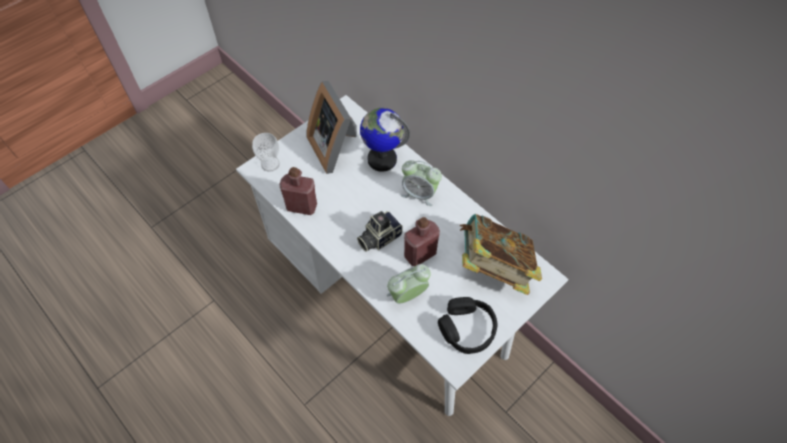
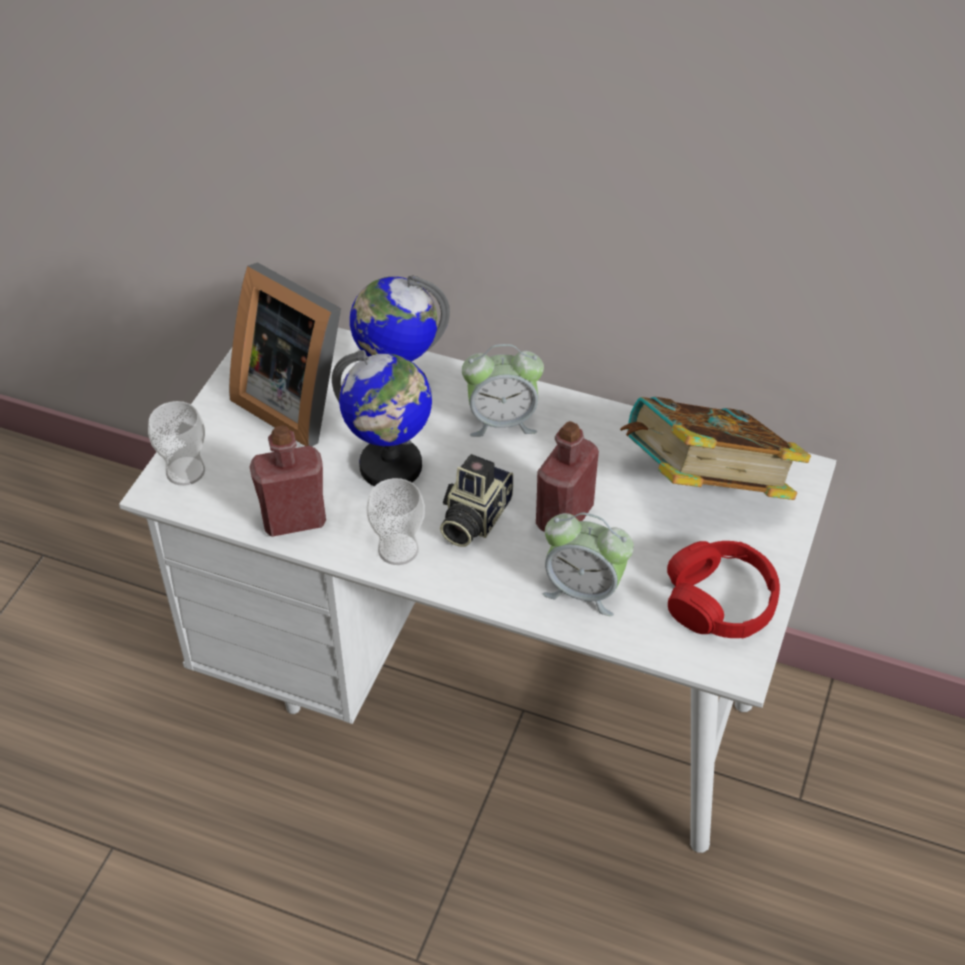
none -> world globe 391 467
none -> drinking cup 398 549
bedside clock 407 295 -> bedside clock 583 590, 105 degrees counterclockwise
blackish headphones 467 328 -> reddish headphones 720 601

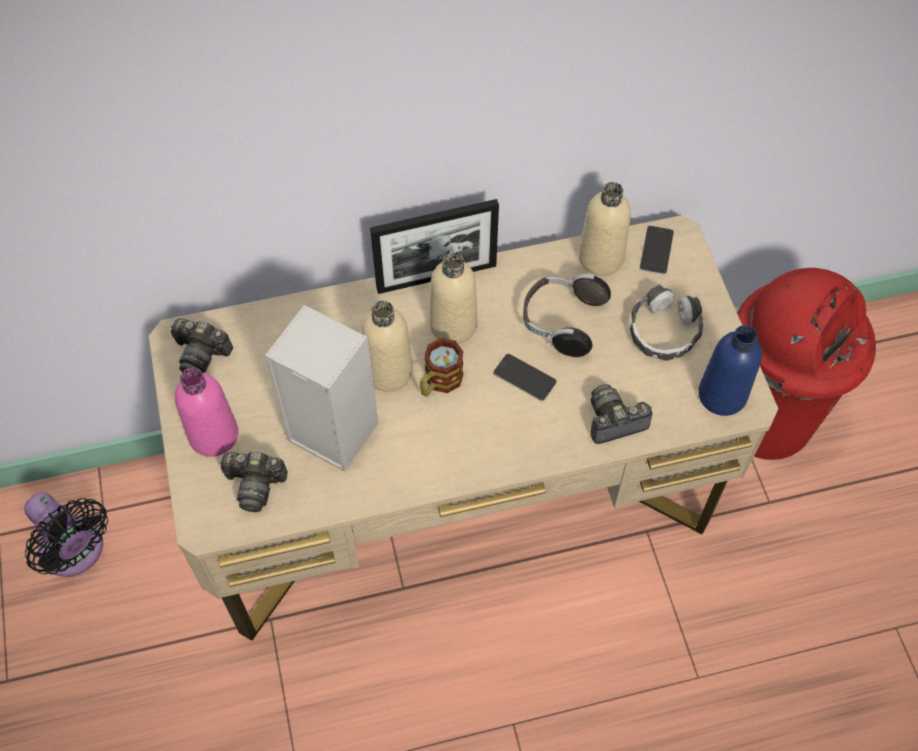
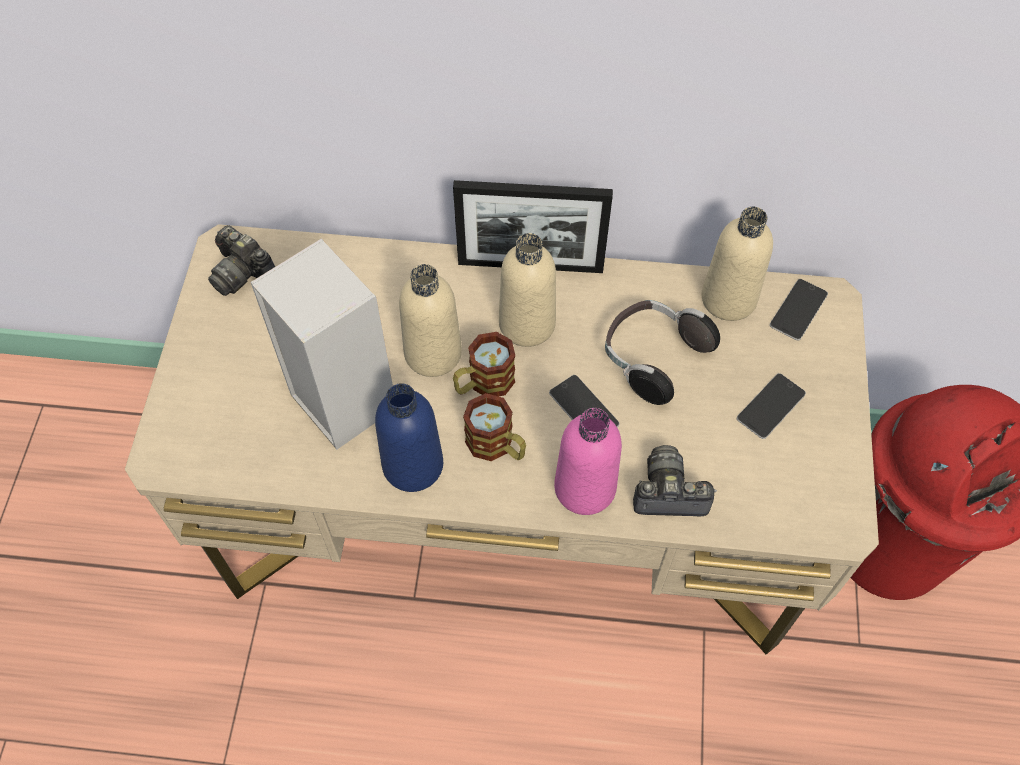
bluish drink bottle 722 395 -> bluish drink bottle 413 465, relocated
none -> tea mug 497 446
pink drink bottle 213 435 -> pink drink bottle 585 487, relocated
headphones 664 331 -> telephone 771 406
blackish electric fan 76 552 -> none
photo camera 255 485 -> none

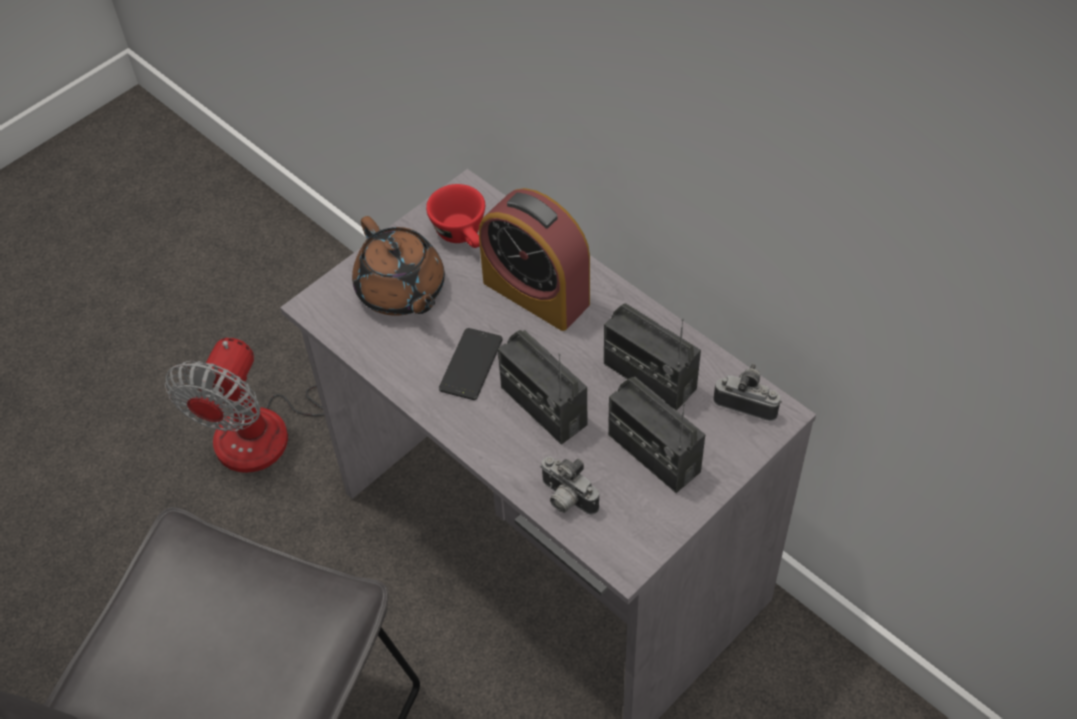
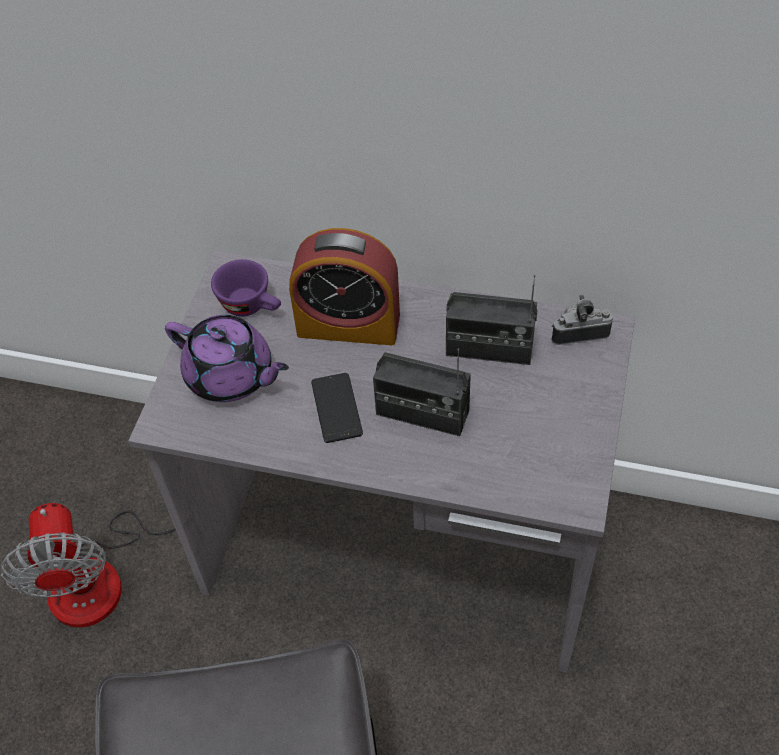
brown teapot 401 291 -> purple teapot 231 376
reddish drinking cup 463 235 -> purple drinking cup 252 306
photo camera 565 499 -> none
radio set 653 453 -> none

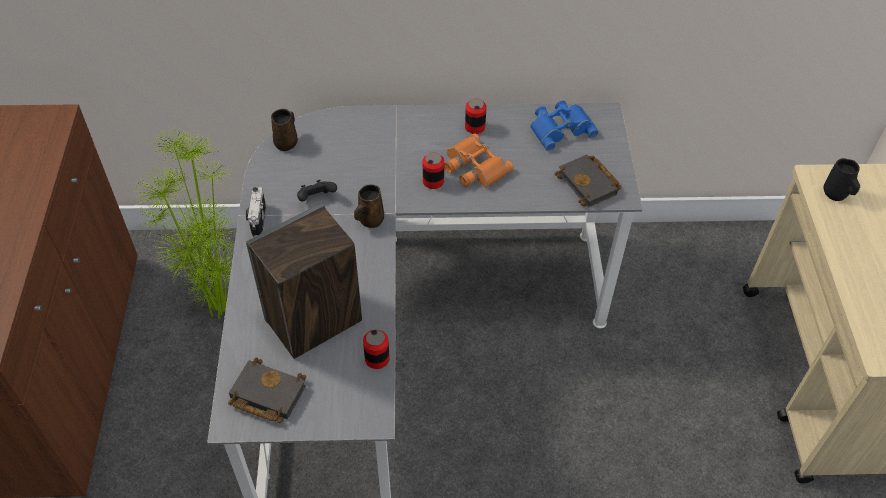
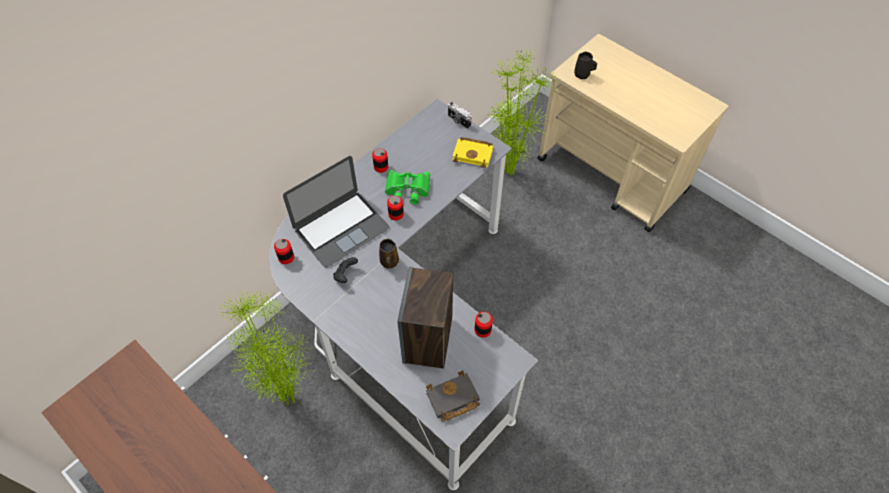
brown tea mug 286 142 -> metal can 286 257
none -> portable computer 341 228
orange field glasses 473 167 -> green-coloured field glasses 407 190
photo camera 257 220 -> photo camera 458 121, relocated
blackish bound book 590 184 -> yellowish bound book 474 154
none -> houseplant 509 173
bluish field glasses 560 128 -> none

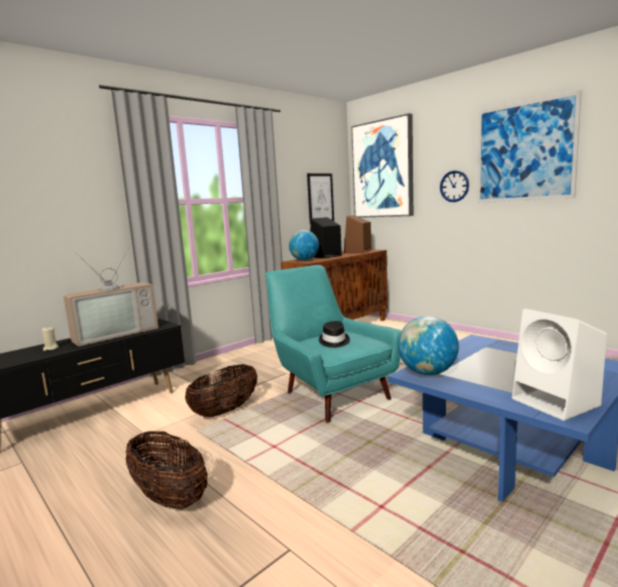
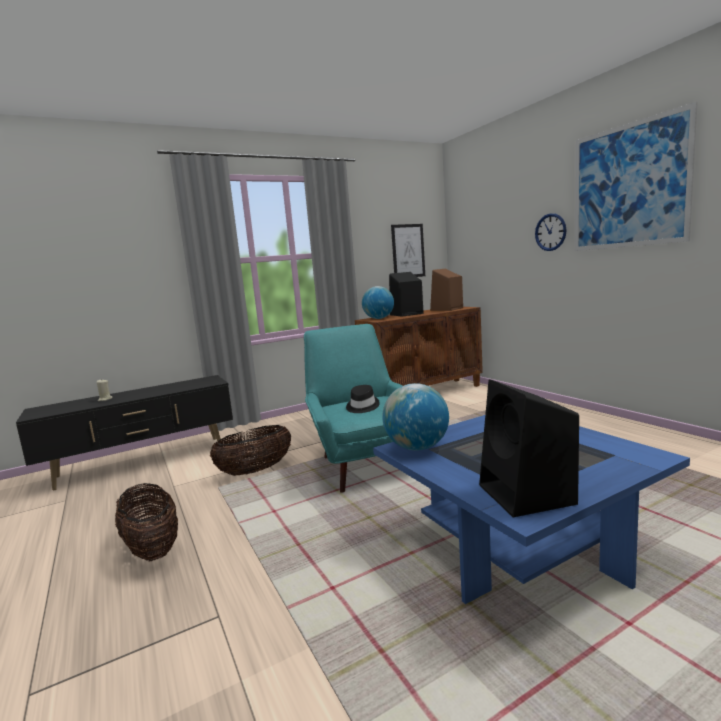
whitish loudspeaker 557 403 -> blackish loudspeaker 528 495
TV set 115 333 -> none
wall picture 383 169 -> none

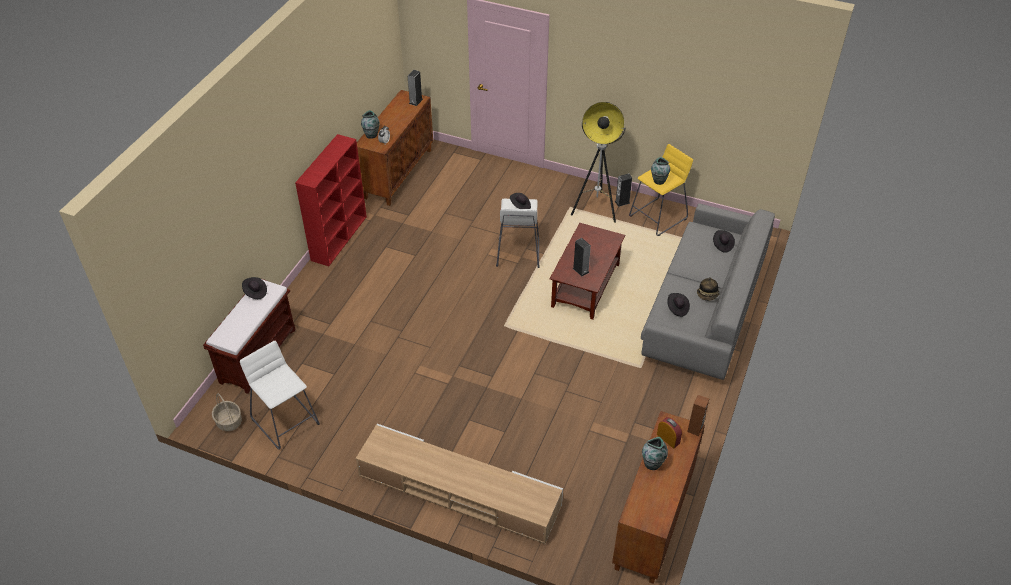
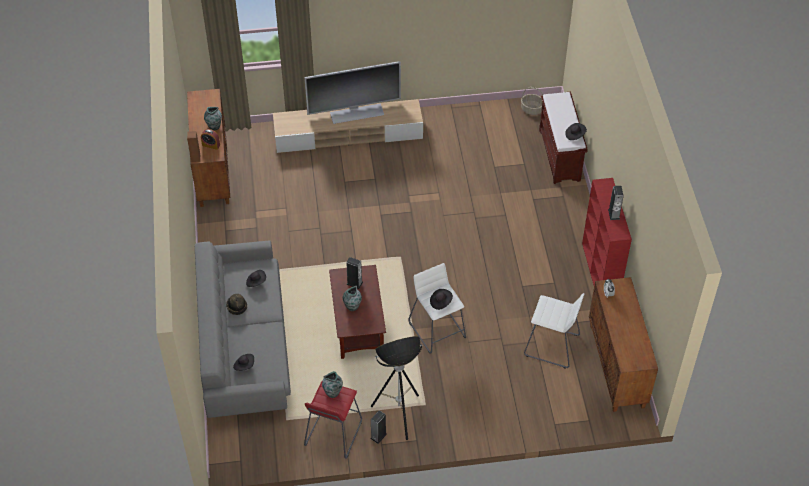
yellowish stool 658 217 -> reddish stool 333 433
none -> TV set 356 113
decorative vase 371 135 -> decorative vase 352 307, relocated
whitish stool 286 421 -> whitish stool 552 346, relocated
loudspeaker 416 101 -> loudspeaker 614 214, relocated

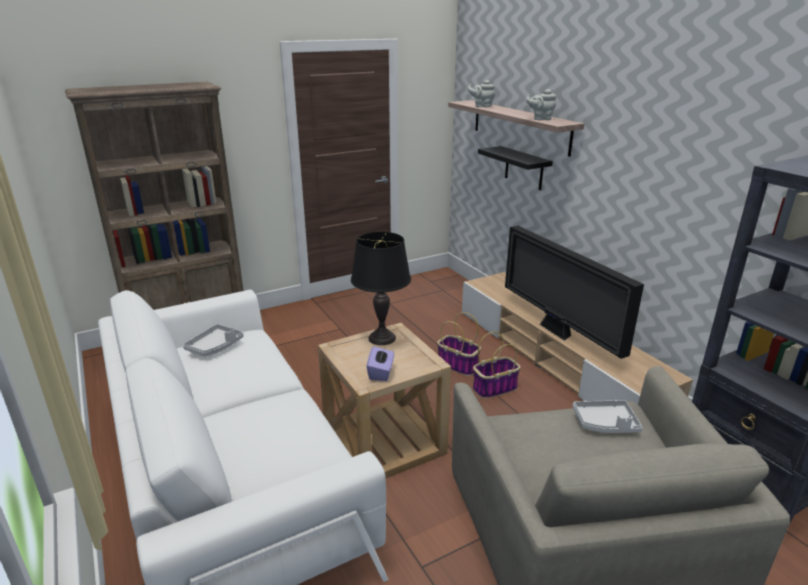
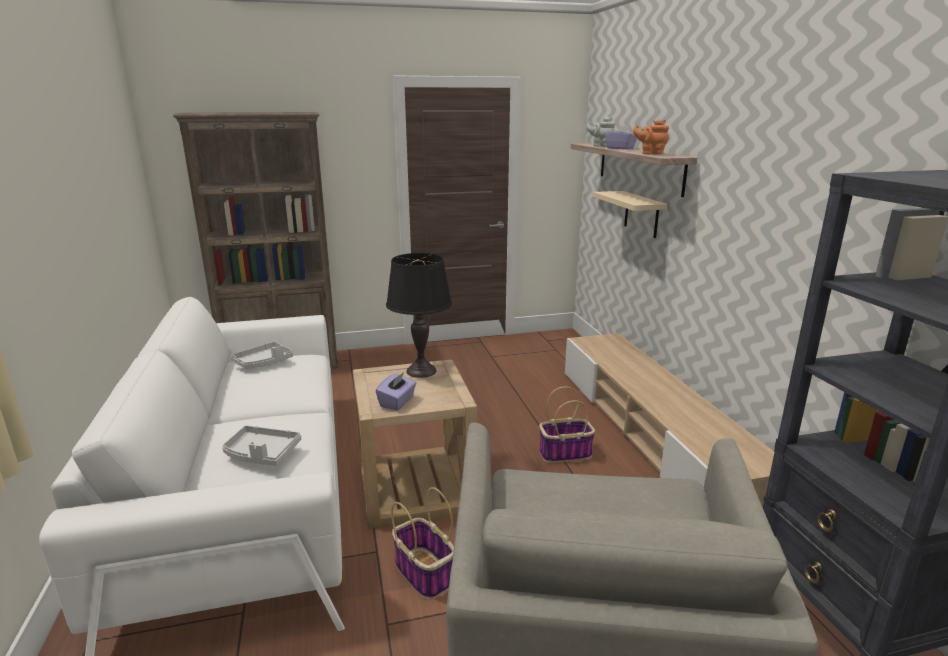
grey tray 605 423 -> grey tray 262 454, relocated
storage basket 458 365 -> storage basket 425 573, relocated
blackish shelf 524 168 -> beige shelf 641 214
none -> purple box of tissues 620 148
grey teapot 540 119 -> orange teapot 650 153
TV set 557 332 -> none

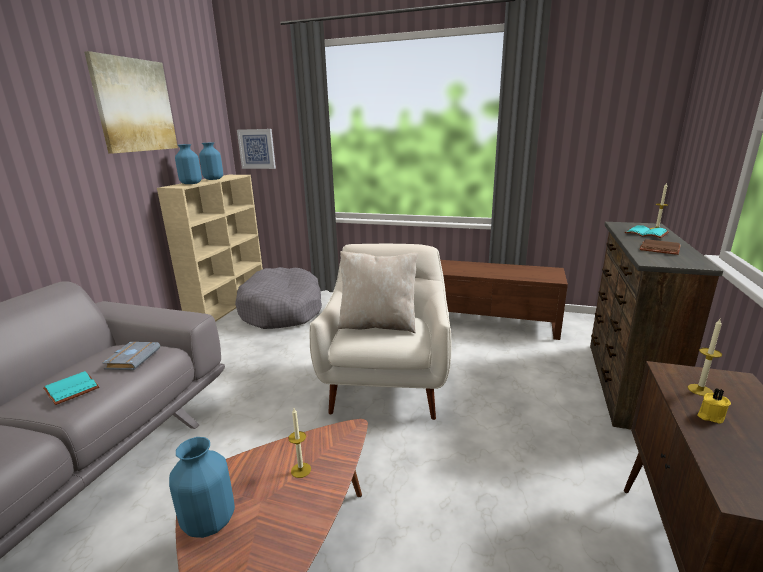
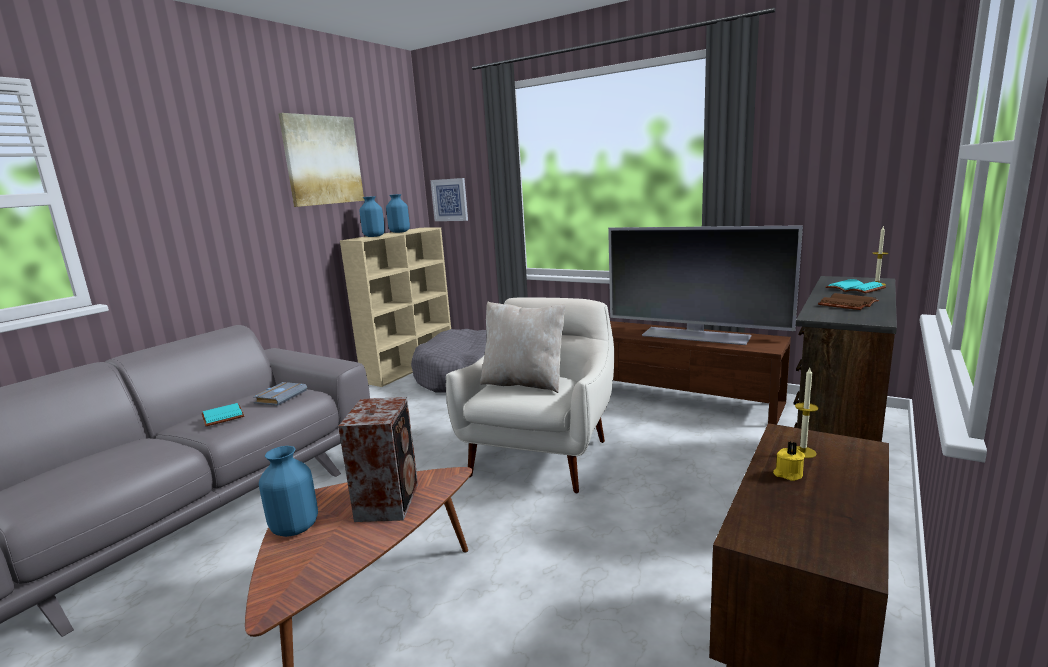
wax candle 301 470 -> loudspeaker 389 501
none -> TV set 695 335

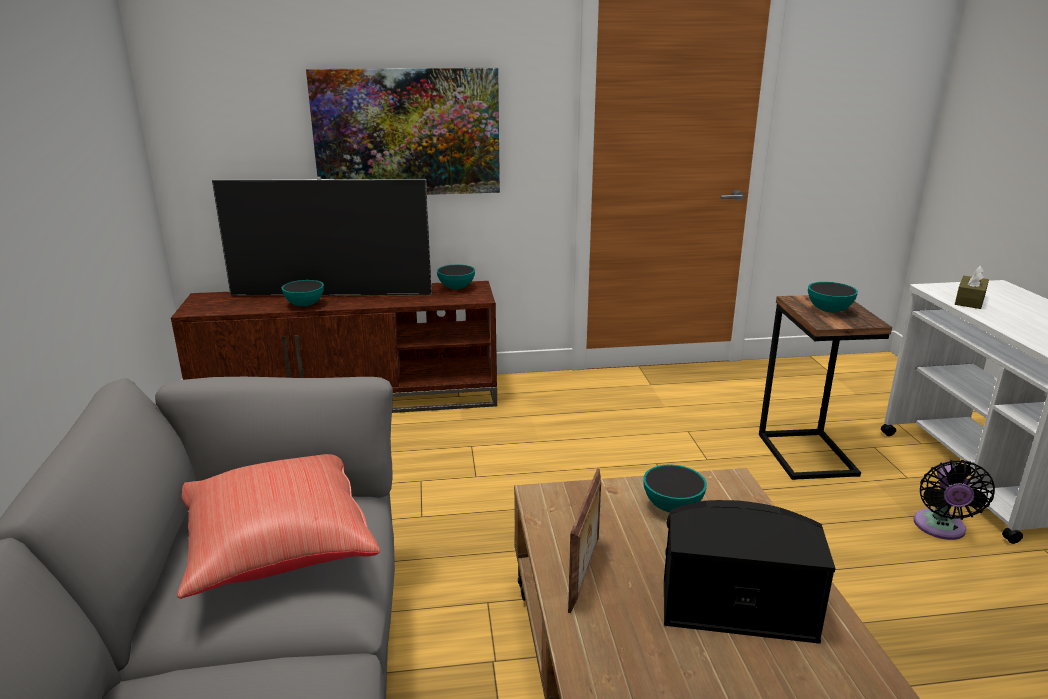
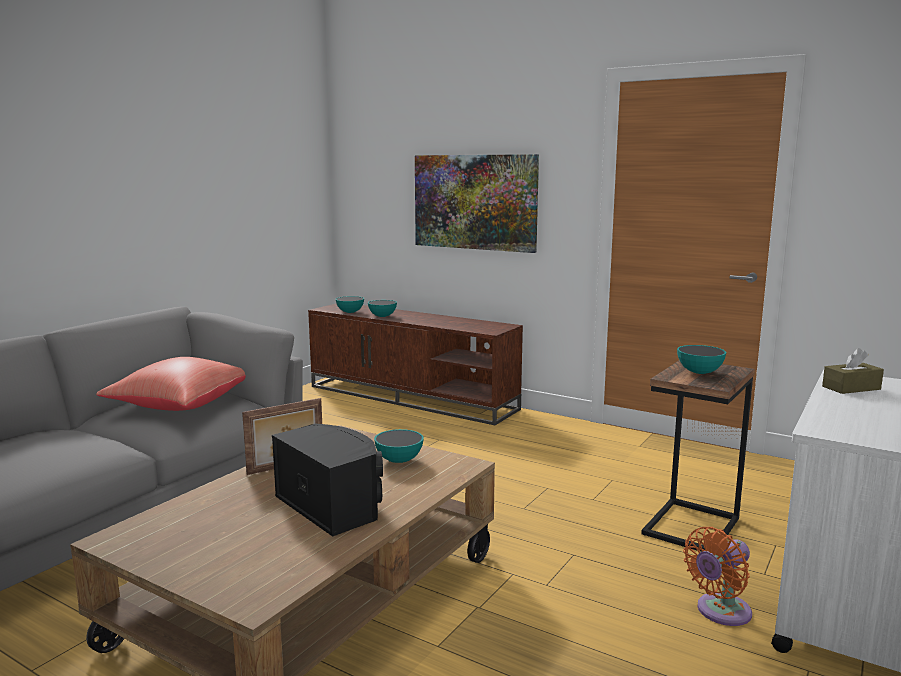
serving bowl 456 288 -> serving bowl 350 312, relocated
blackish electric fan 940 528 -> orange electric fan 720 612
TV set 331 295 -> none

